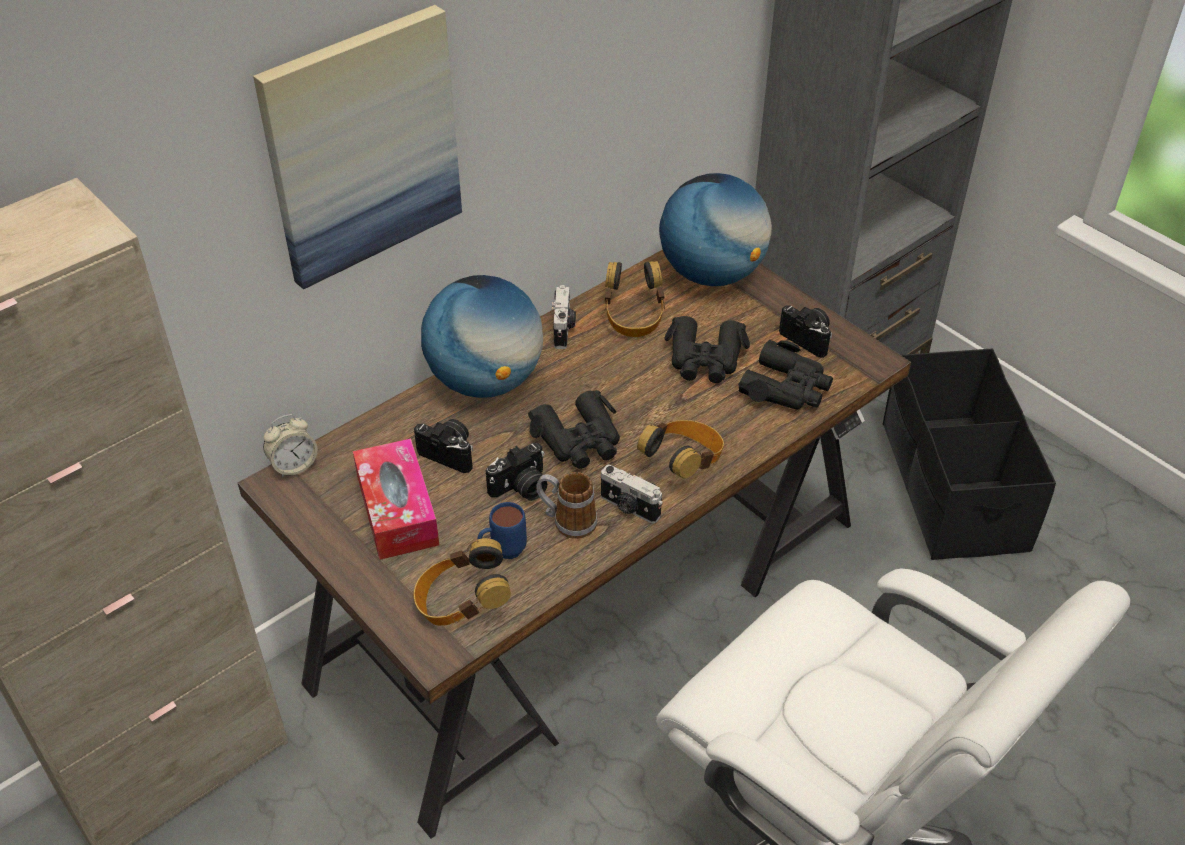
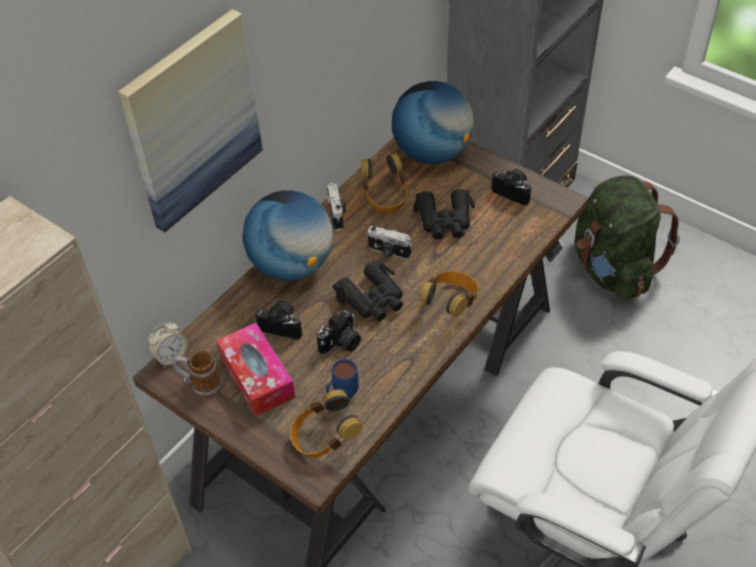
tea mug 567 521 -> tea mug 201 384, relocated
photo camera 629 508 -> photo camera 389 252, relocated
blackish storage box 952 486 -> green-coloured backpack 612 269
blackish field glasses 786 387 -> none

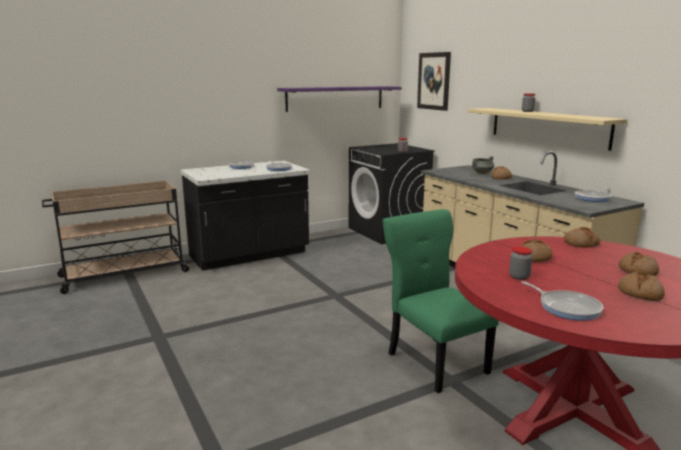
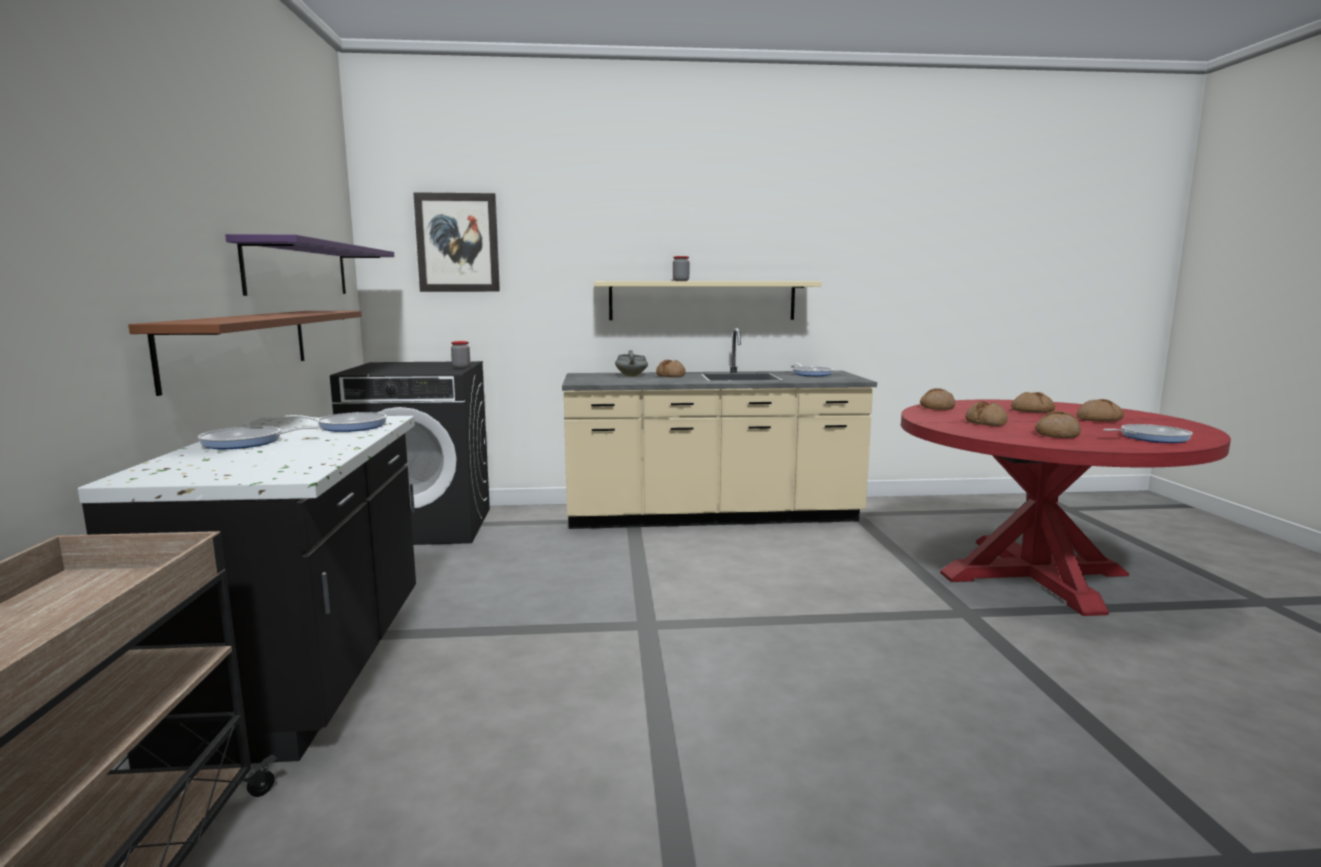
none -> brown shelf 240 345
storage jar 519 277 -> bakery bread 1057 434
green-coloured plain chair 435 361 -> none

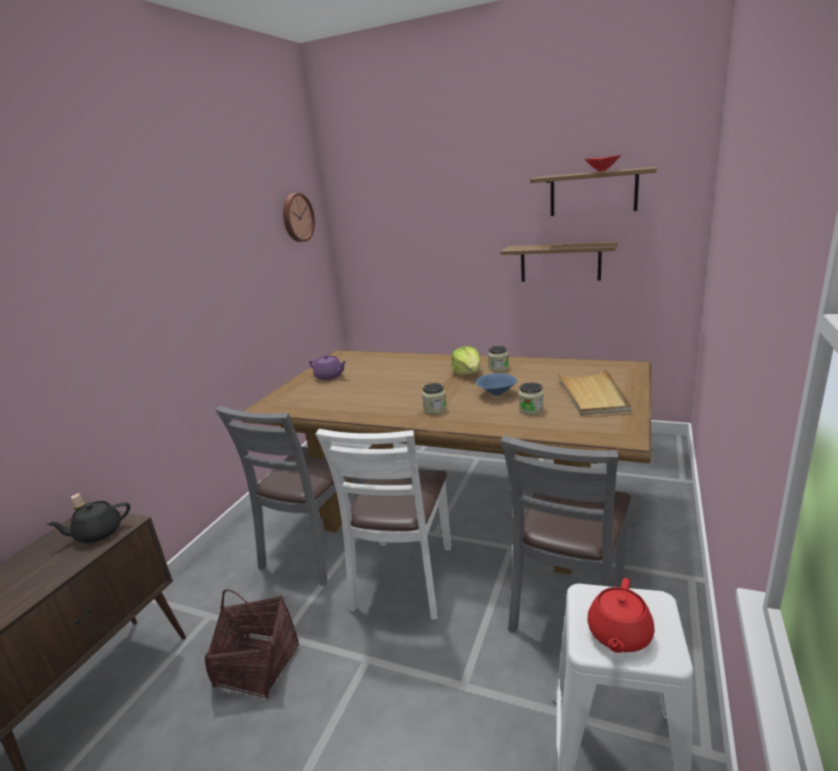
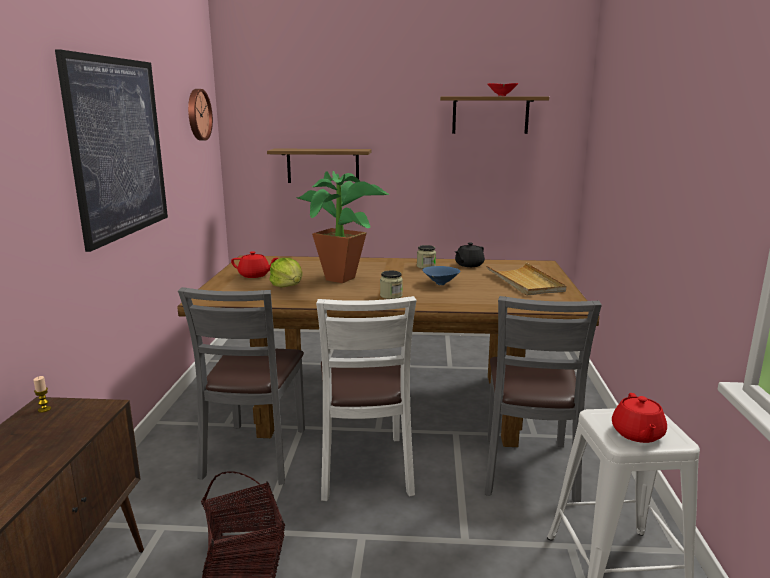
none -> wall picture 119 148
purple teapot 329 376 -> reddish teapot 255 275
shelf 560 262 -> shelf 323 166, relocated
lettuce 468 373 -> lettuce 288 286, relocated
none -> houseplant 343 280
blackish teapot 98 533 -> blackish teapot 468 265, relocated
storage jar 531 409 -> none

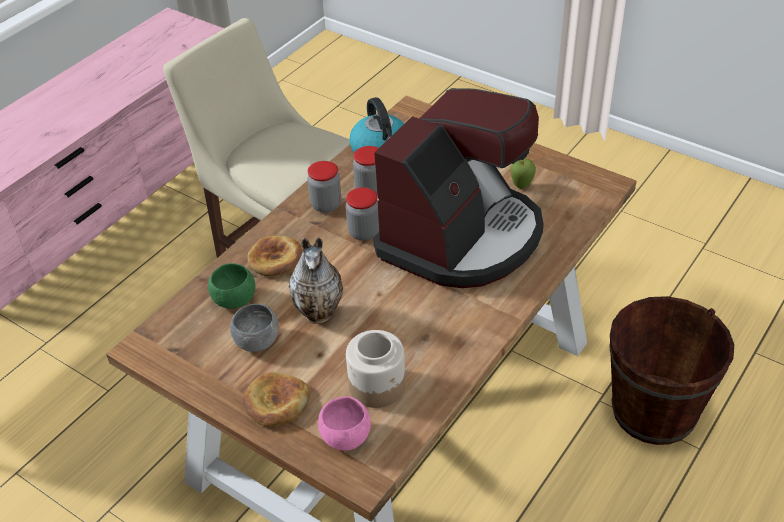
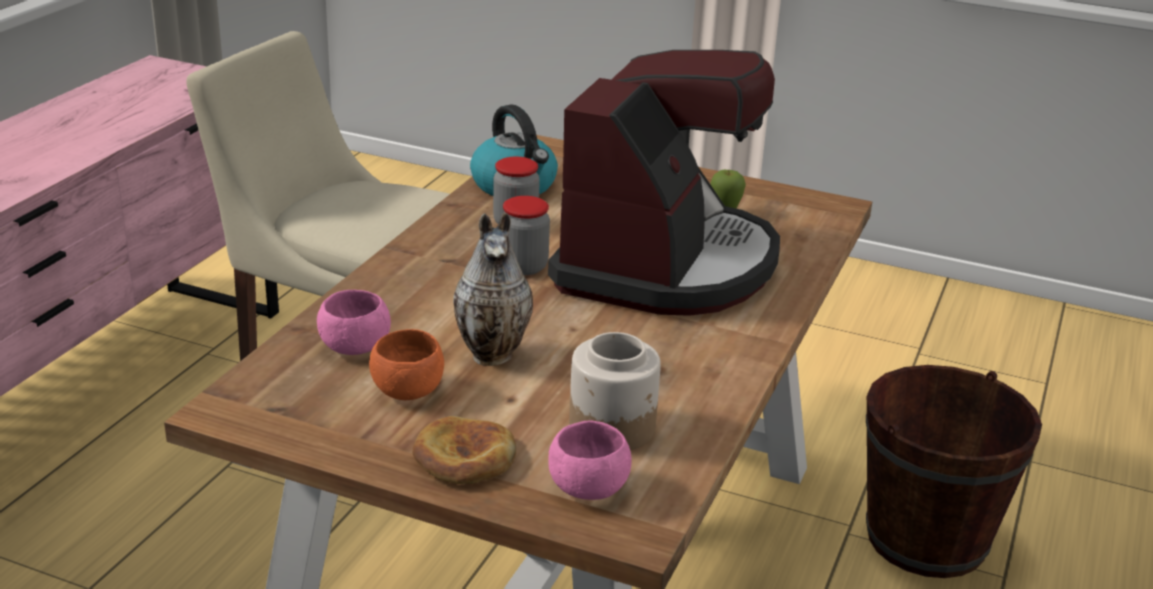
green-coloured serving bowl 234 299 -> pink serving bowl 354 347
grey serving bowl 257 341 -> orange serving bowl 407 390
bakery bread 276 259 -> none
storage jar 326 205 -> none

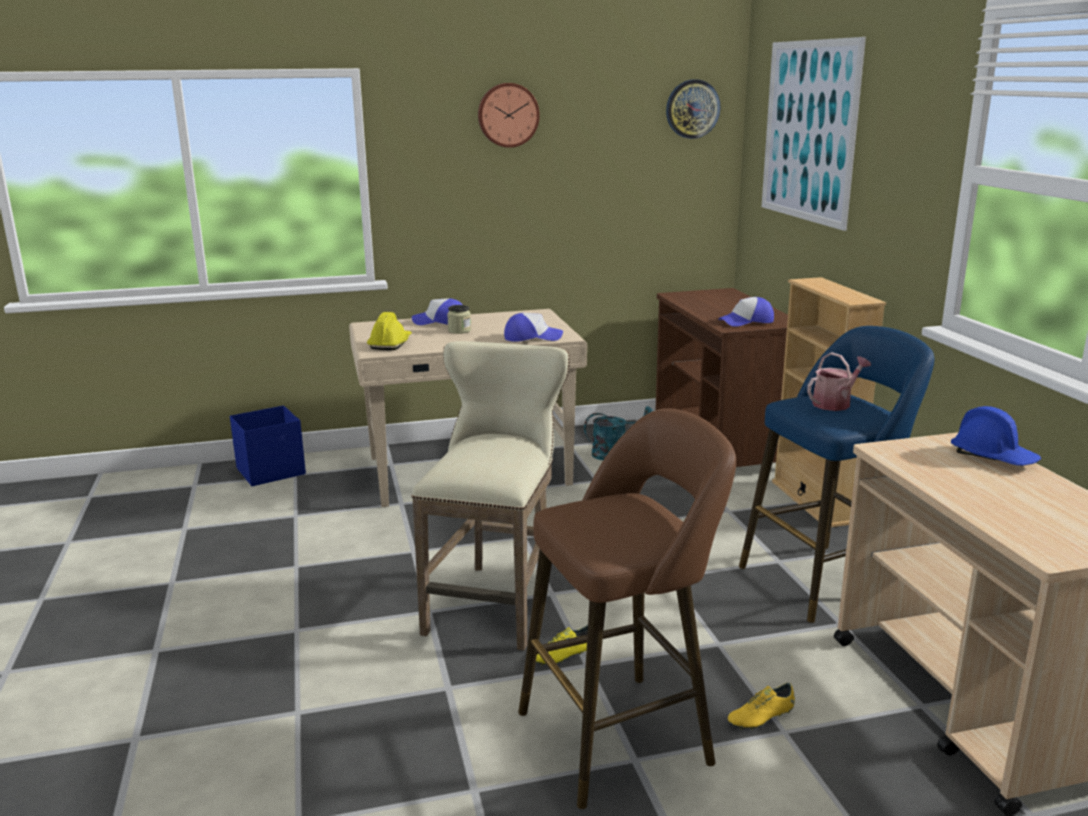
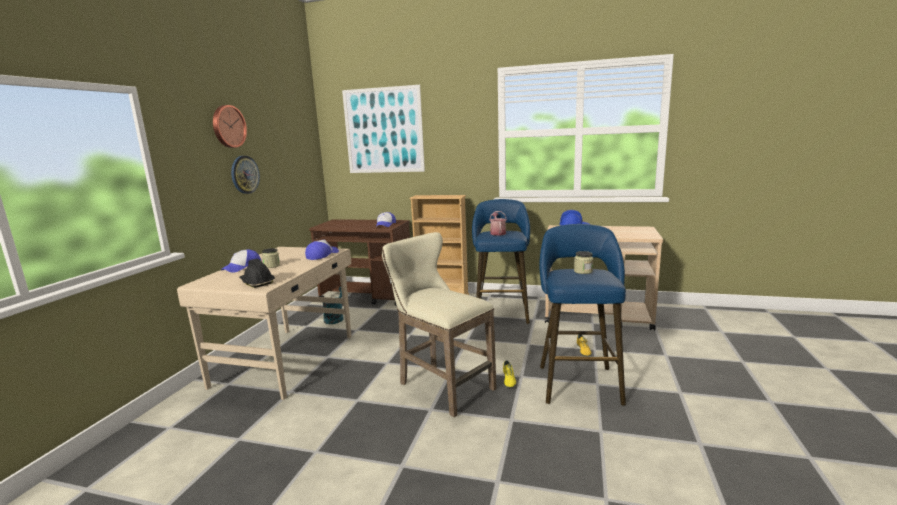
wall clock 692 109 -> wall clock 244 174, relocated
yellowish safety helmet 390 344 -> blackish safety helmet 256 282
brown stool 624 734 -> bluish stool 578 381
none -> storage jar 583 271
bluish storage box 272 471 -> none

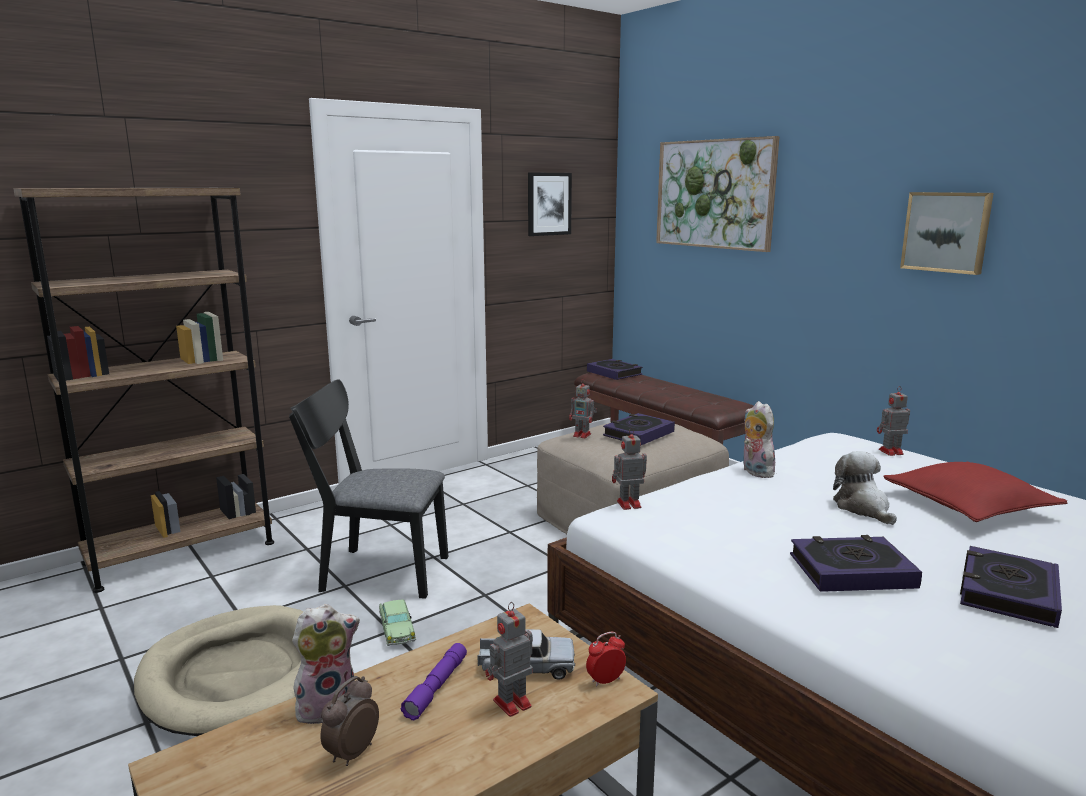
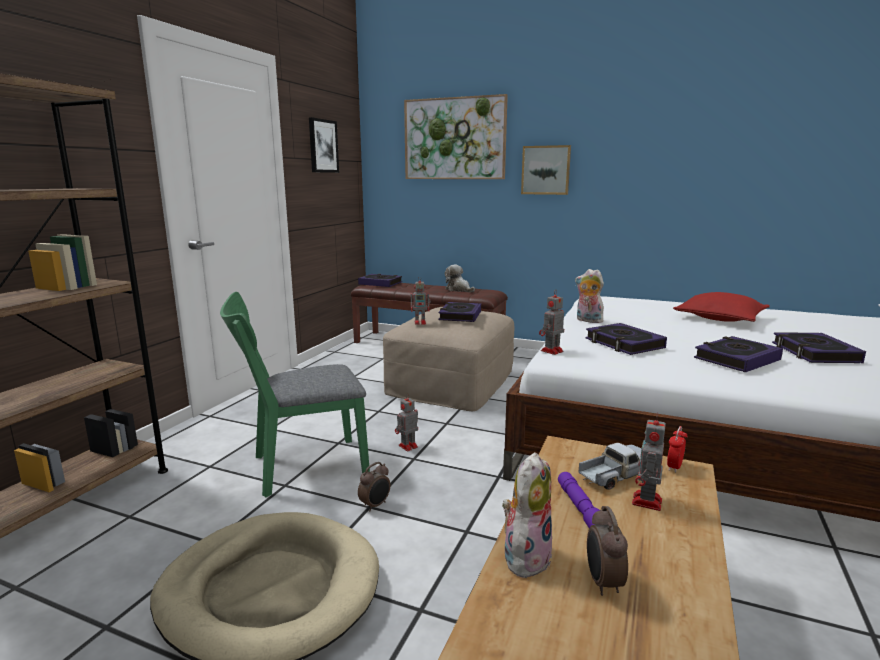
blackish plain chair 375 572 -> green-coloured plain chair 301 467
miniature car 397 631 -> bedside clock 375 505
toy robot 889 452 -> toy robot 407 446, relocated
plush toy 863 508 -> plush toy 459 290, relocated
wall picture 946 232 -> wall picture 546 170, relocated
none -> bound book 624 344

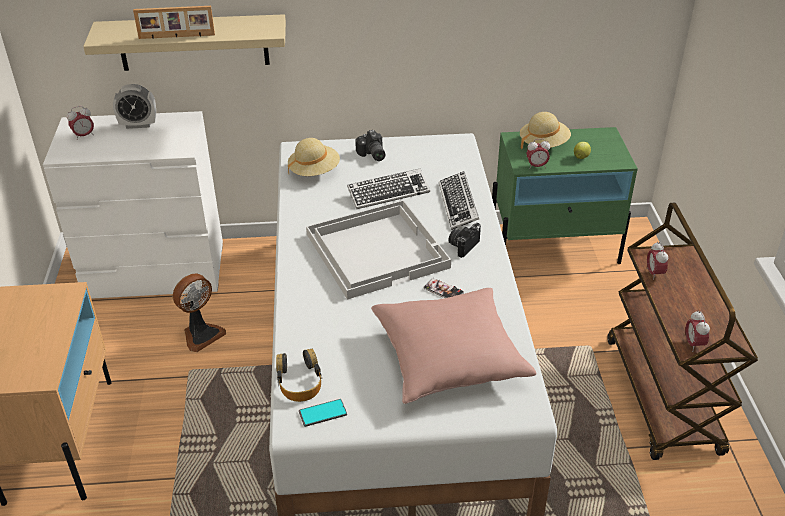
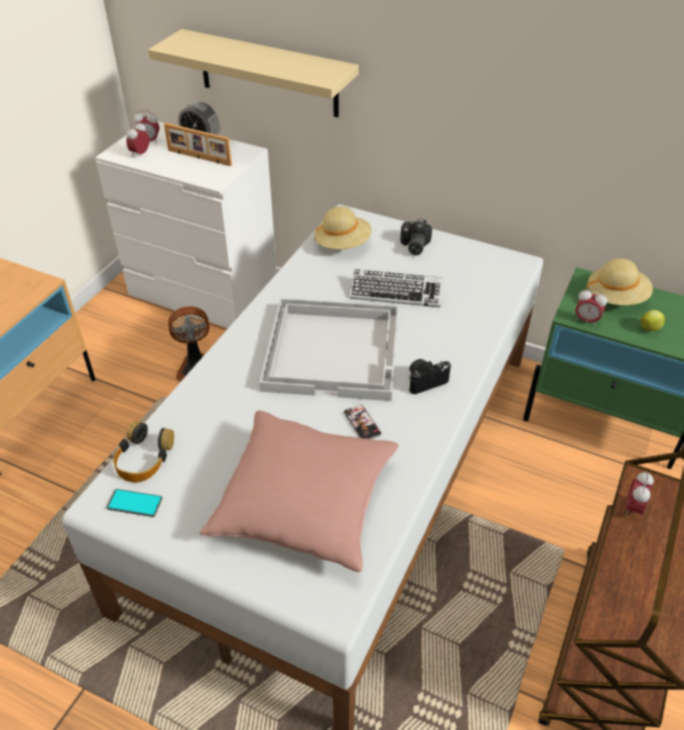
bedside clock 693 344 -> bedside clock 140 154, relocated
picture frame 176 37 -> picture frame 199 158, relocated
computer keyboard 458 204 -> none

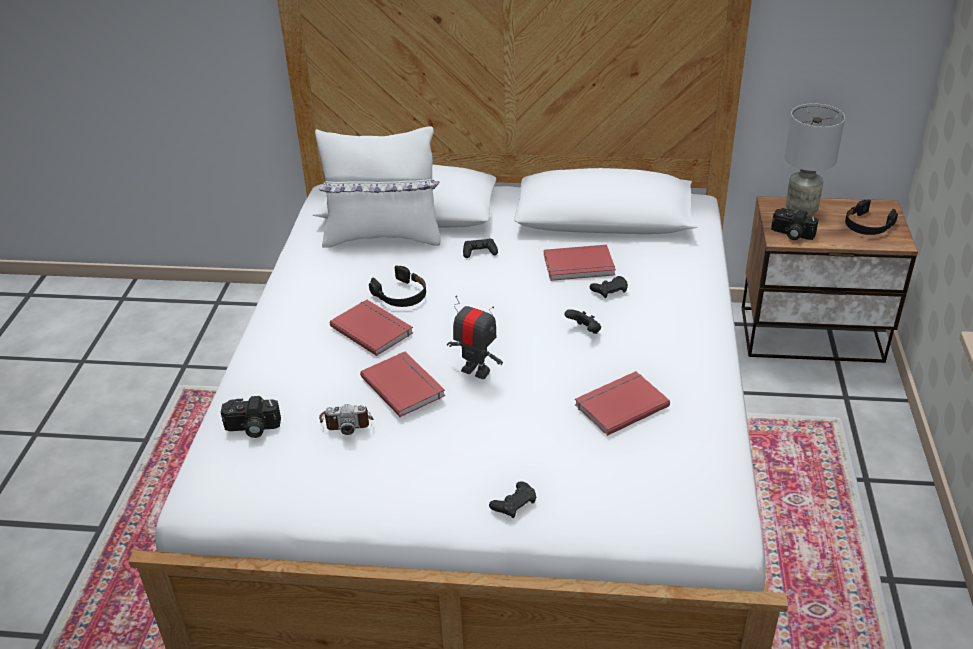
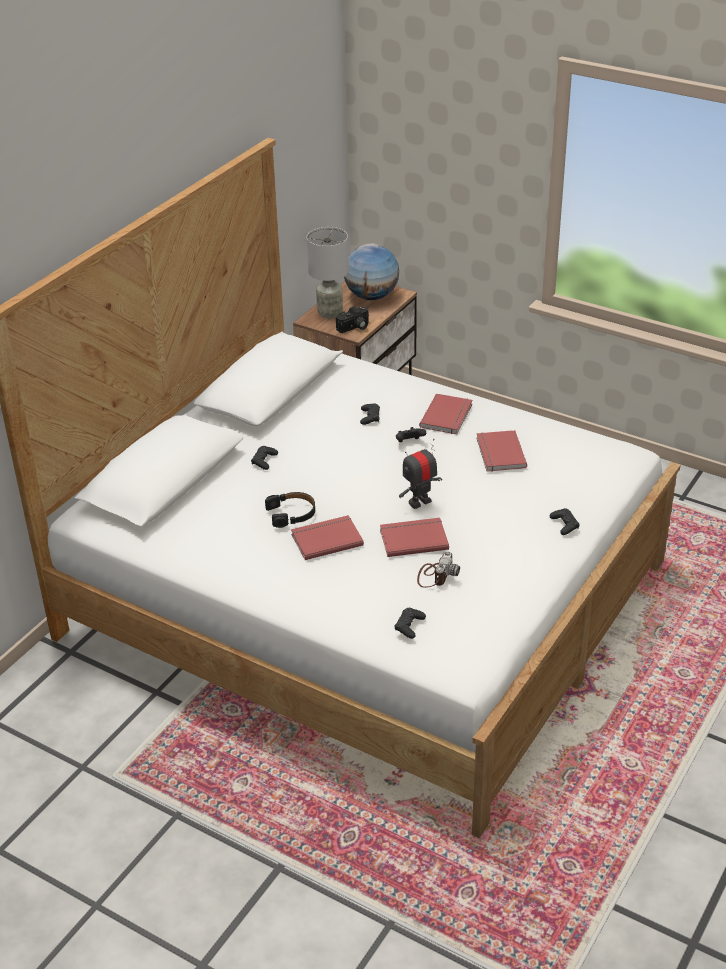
blackish headphones 867 225 -> world globe 371 296
photo camera 252 428 -> blackish gamepad 409 626
reddish bound book 579 266 -> reddish bound book 448 416, relocated
whitish pillow 383 236 -> none

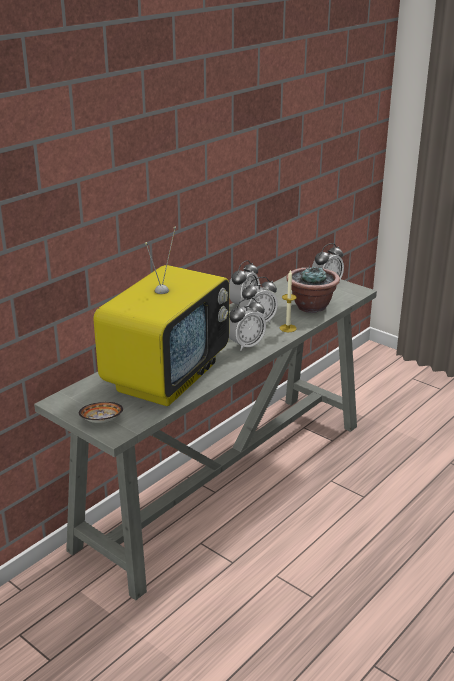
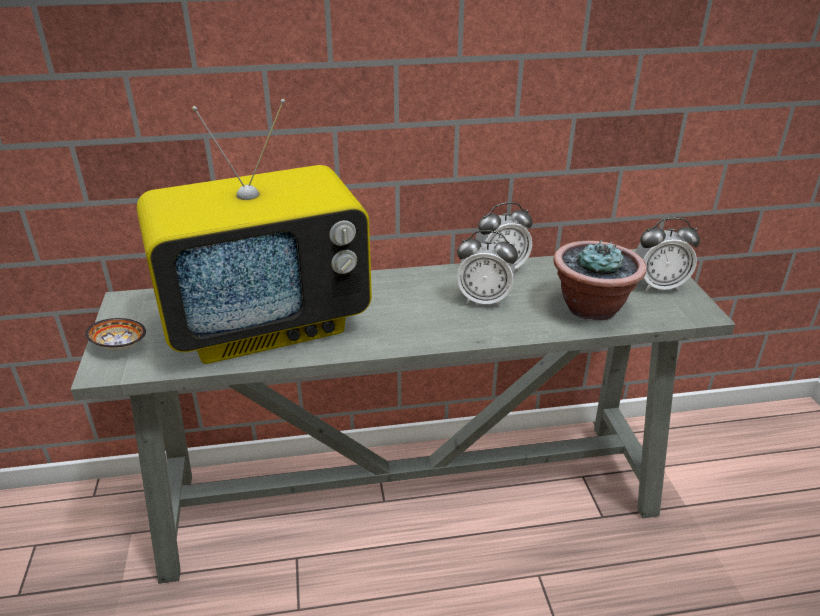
bedside clock 246 345 -> none
wax candle 288 328 -> none

